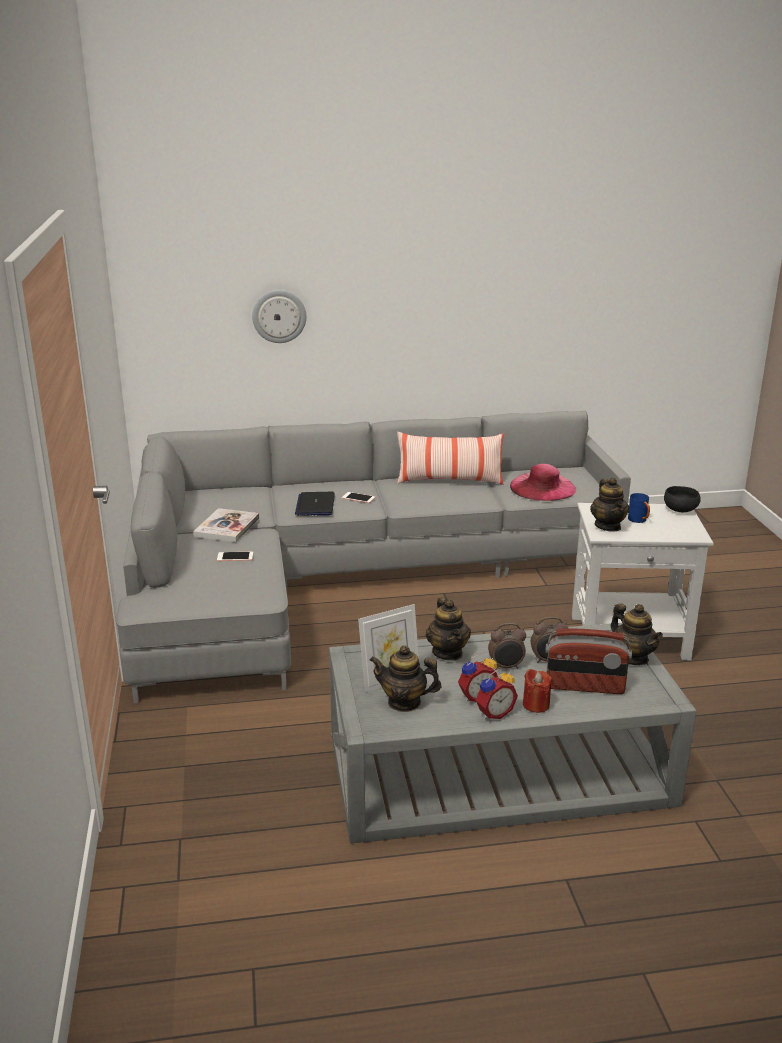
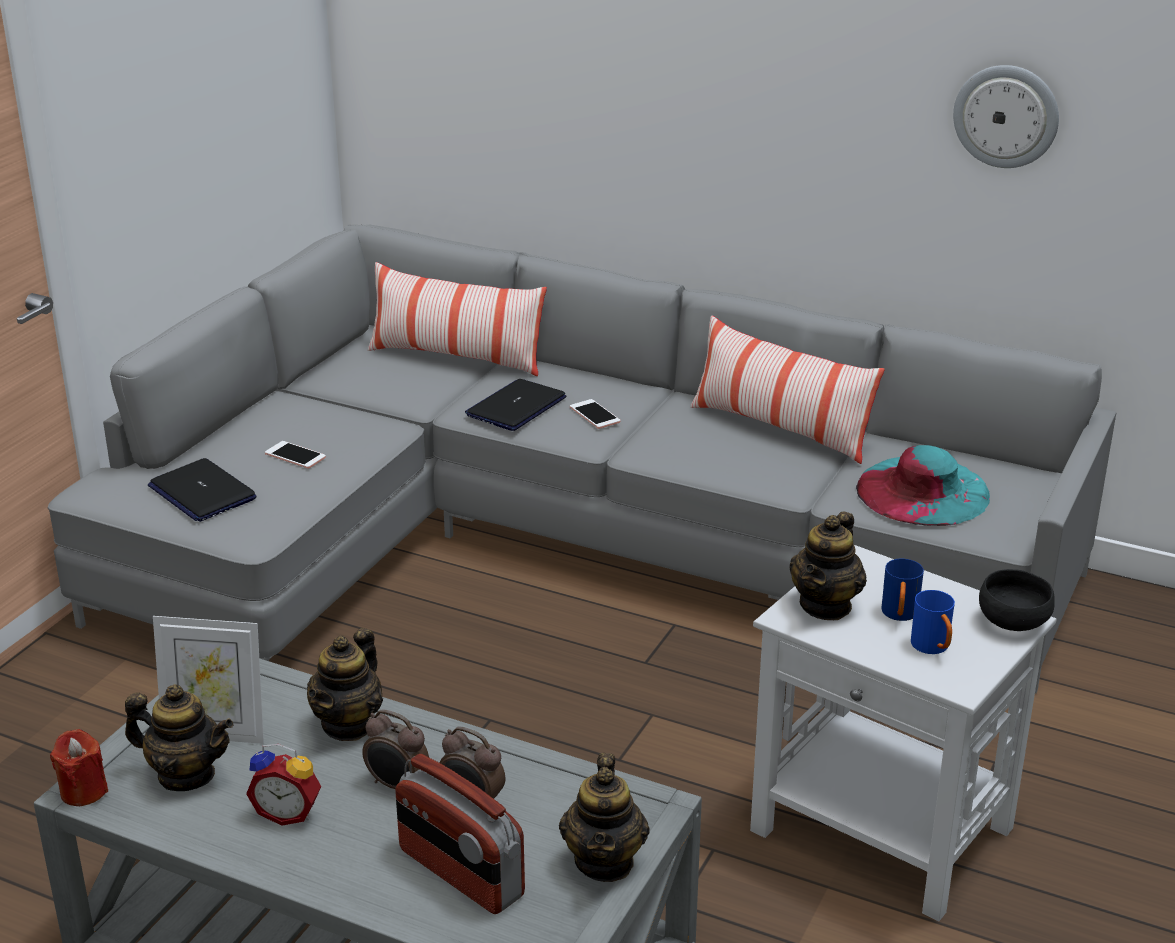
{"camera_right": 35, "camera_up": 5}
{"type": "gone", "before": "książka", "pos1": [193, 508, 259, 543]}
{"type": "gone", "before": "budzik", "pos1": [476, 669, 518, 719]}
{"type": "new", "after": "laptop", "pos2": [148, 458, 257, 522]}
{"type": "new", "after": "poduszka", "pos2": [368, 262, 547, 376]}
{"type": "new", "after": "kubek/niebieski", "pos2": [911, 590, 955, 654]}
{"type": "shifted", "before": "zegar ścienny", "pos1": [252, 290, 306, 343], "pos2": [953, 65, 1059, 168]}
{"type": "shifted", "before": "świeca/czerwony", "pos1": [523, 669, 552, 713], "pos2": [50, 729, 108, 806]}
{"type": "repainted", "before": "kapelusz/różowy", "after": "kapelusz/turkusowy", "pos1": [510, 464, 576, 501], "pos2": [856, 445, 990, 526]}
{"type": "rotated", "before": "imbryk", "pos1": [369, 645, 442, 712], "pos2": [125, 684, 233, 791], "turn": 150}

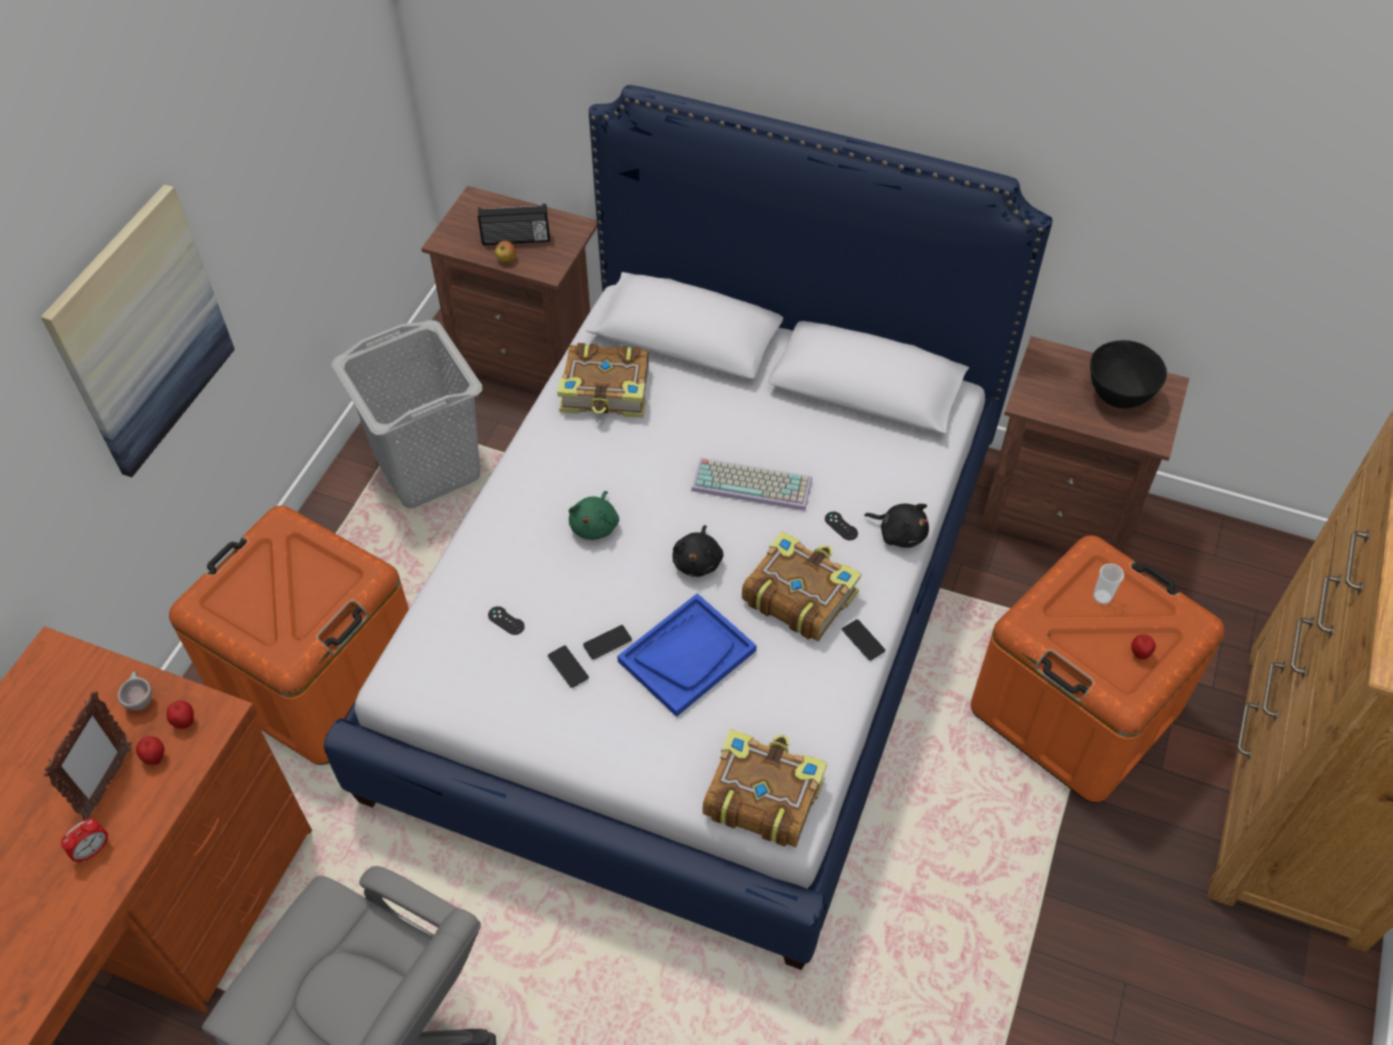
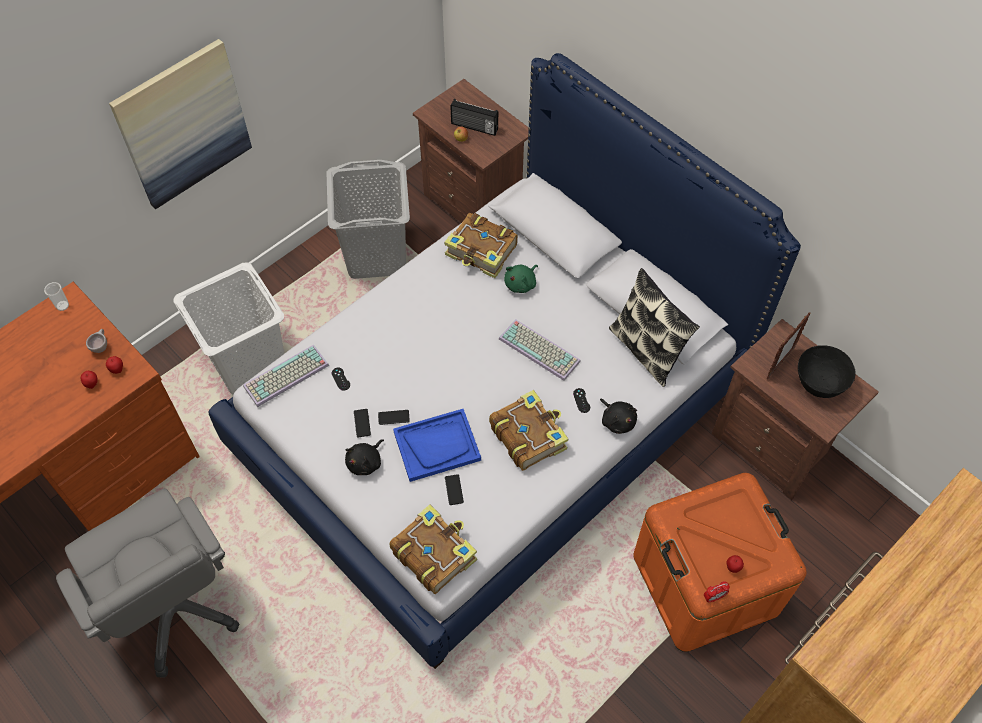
{"camera_right": 25, "camera_up": 5}
{"type": "new", "after": "klawiatura", "pos2": [243, 345, 329, 407]}
{"type": "new", "after": "poduszka", "pos2": [609, 268, 700, 387]}
{"type": "shifted", "before": "ramka na zdjęcie", "pos1": [44, 691, 132, 821], "pos2": [766, 312, 811, 379]}
{"type": "shifted", "before": "budzik", "pos1": [61, 818, 108, 863], "pos2": [704, 581, 730, 603]}
{"type": "shifted", "before": "pluszak/zielony", "pos1": [569, 491, 619, 540], "pos2": [504, 265, 538, 293]}
{"type": "shifted", "before": "pluszak/czarny", "pos1": [672, 525, 723, 577], "pos2": [345, 439, 384, 475]}
{"type": "shifted", "before": "telefon", "pos1": [842, 619, 885, 661], "pos2": [445, 474, 464, 505]}
{"type": "shifted", "before": "filiżanka", "pos1": [1093, 563, 1124, 604], "pos2": [44, 282, 69, 311]}
{"type": "swapped", "before": "pojemnik do przechowywania/pomarańczowy", "after": "kosz na pranie/biały", "pos1": [169, 506, 409, 765], "pos2": [173, 263, 284, 395]}

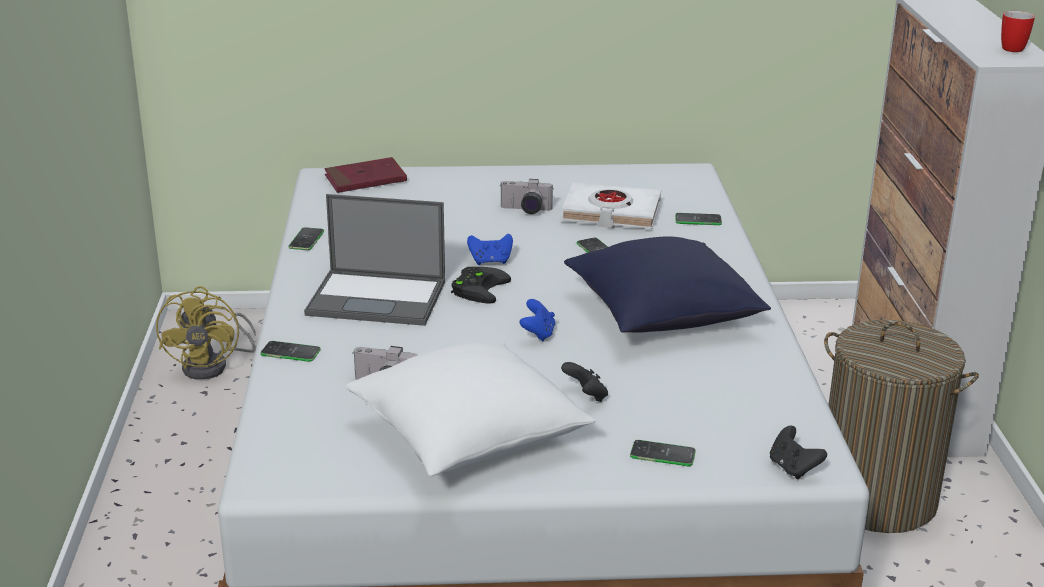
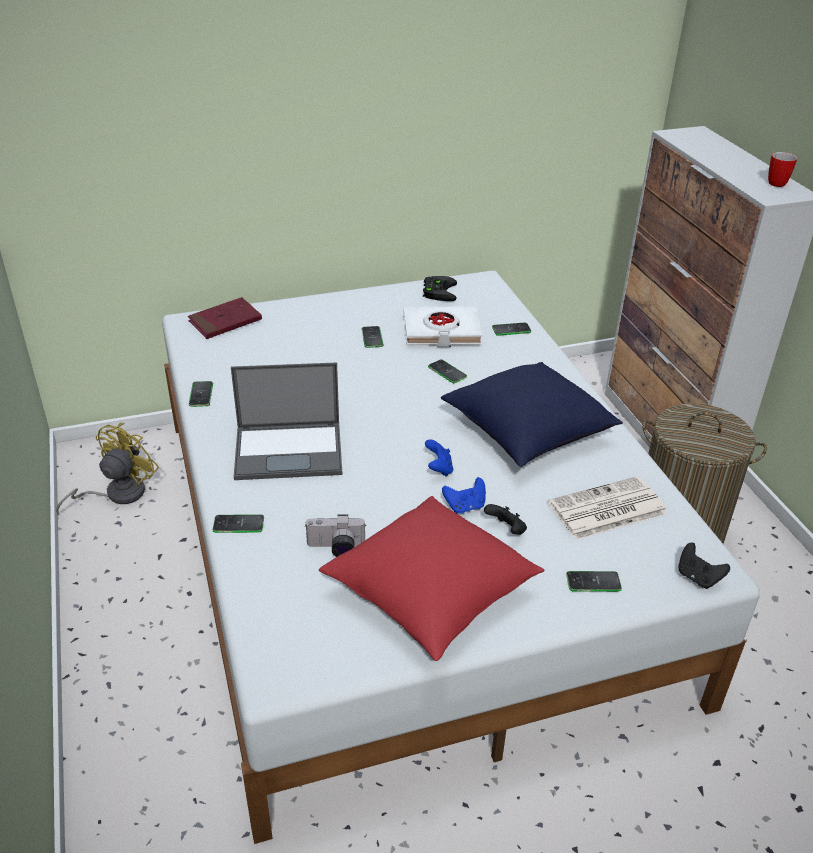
{"camera_right": -15, "camera_up": 10}
{"type": "new", "after": "gazeta", "pos2": [548, 476, 667, 540]}
{"type": "shifted", "before": "pad do gier/czarny", "pos1": [451, 267, 511, 304], "pos2": [423, 276, 457, 301]}
{"type": "shifted", "before": "pad do gier/niebieski", "pos1": [467, 234, 513, 265], "pos2": [442, 477, 486, 514]}
{"type": "swapped", "before": "aparat fotograficzny", "after": "telefon", "pos1": [500, 179, 554, 214], "pos2": [362, 326, 384, 348]}
{"type": "repainted", "before": "poduszka/biały", "after": "poduszka/czerwony", "pos1": [345, 342, 595, 476], "pos2": [319, 496, 544, 661]}
{"type": "rotated", "before": "wentylator/żółty", "pos1": [156, 286, 256, 380], "pos2": [56, 423, 159, 515], "turn": -135}

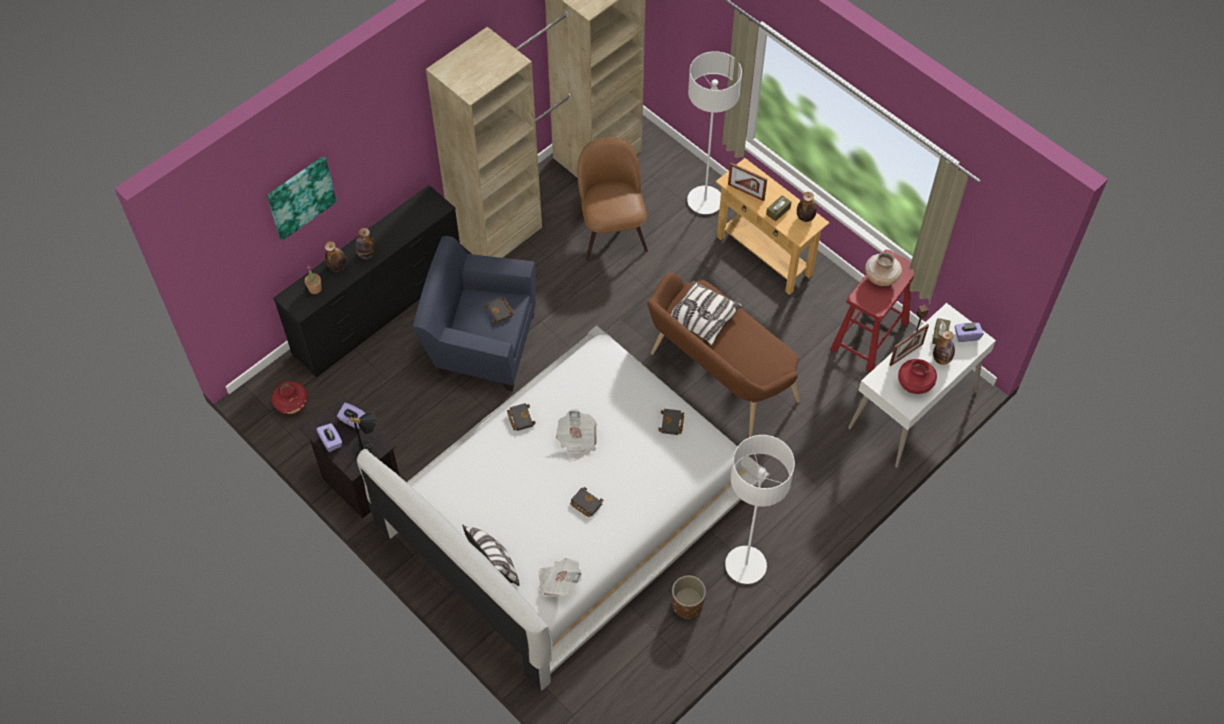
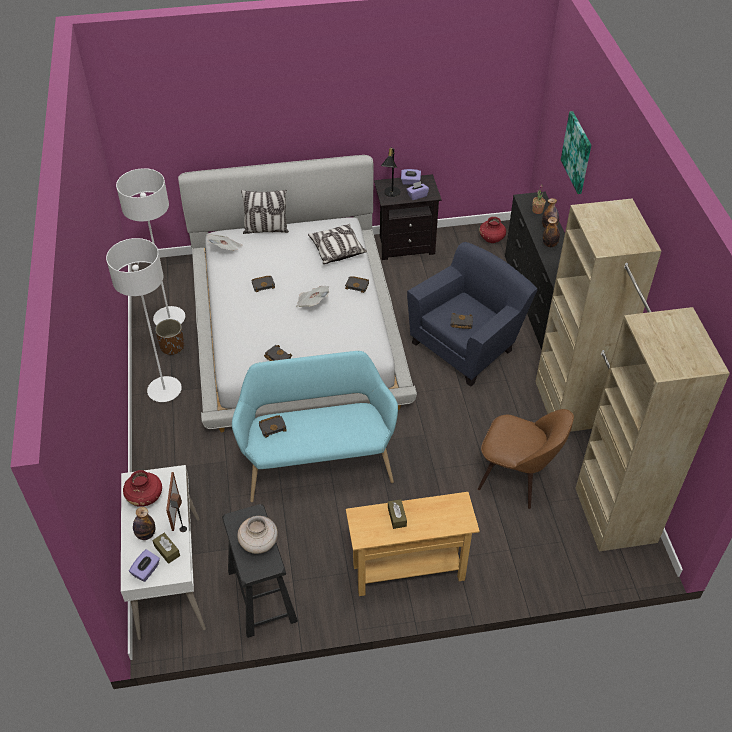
{"camera_right": 125, "camera_up": -10}
{"type": "gone", "before": "ramka na zdjęcie", "pos1": [728, 163, 767, 201]}
{"type": "gone", "before": "butelka", "pos1": [797, 192, 817, 222]}
{"type": "new", "after": "książka/czarny", "pos2": [259, 415, 287, 438]}
{"type": "shifted", "before": "poduszka", "pos1": [670, 281, 743, 346], "pos2": [308, 224, 367, 264]}
{"type": "shifted", "before": "lampa stojąca/biały", "pos1": [687, 51, 742, 214], "pos2": [116, 168, 185, 325]}
{"type": "repainted", "before": "ławka/brązowy", "after": "ławka/turkusowy", "pos1": [647, 272, 800, 437], "pos2": [232, 351, 398, 502]}
{"type": "repainted", "before": "stołek/czerwony", "after": "stołek/czarny", "pos1": [830, 250, 914, 372], "pos2": [222, 504, 298, 638]}

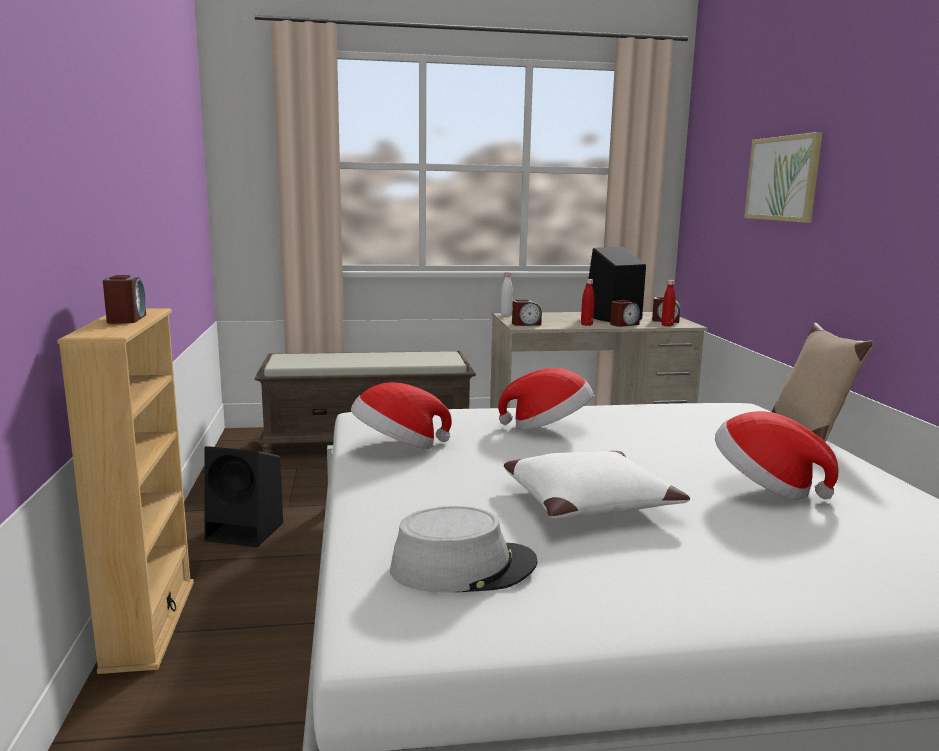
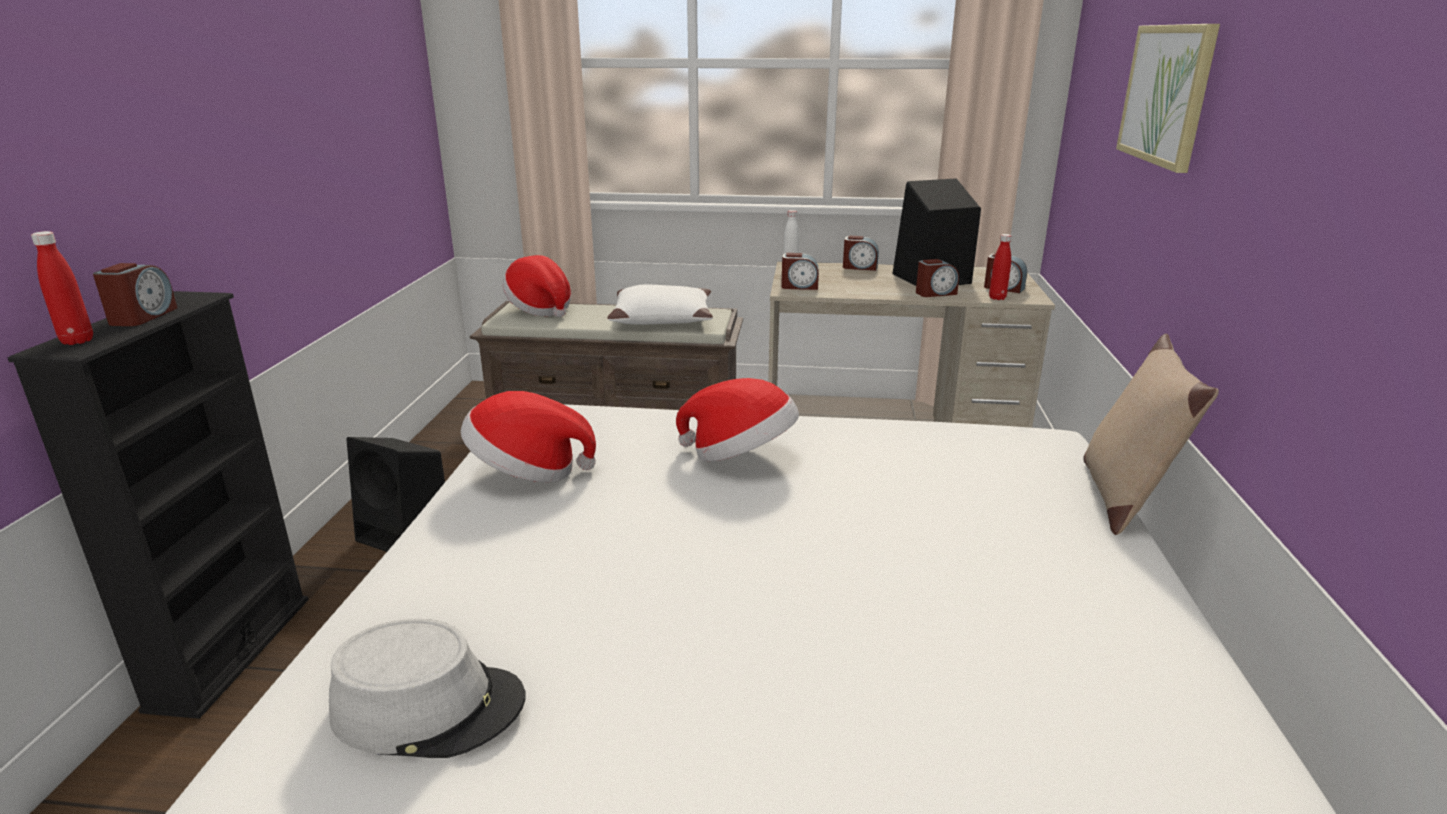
{"camera_right": 15, "camera_up": 10}
{"type": "new", "after": "budzik", "pos2": [843, 235, 879, 271]}
{"type": "shifted", "before": "poduszka/biały", "pos1": [504, 451, 690, 519], "pos2": [607, 285, 713, 324]}
{"type": "shifted", "before": "butelka/czerwony", "pos1": [581, 279, 594, 326], "pos2": [31, 231, 93, 345]}
{"type": "shifted", "before": "kapelusz", "pos1": [715, 411, 839, 499], "pos2": [502, 255, 571, 317]}
{"type": "repainted", "before": "regał/beżowy", "after": "regał/czarny", "pos1": [57, 308, 194, 674], "pos2": [8, 291, 308, 719]}

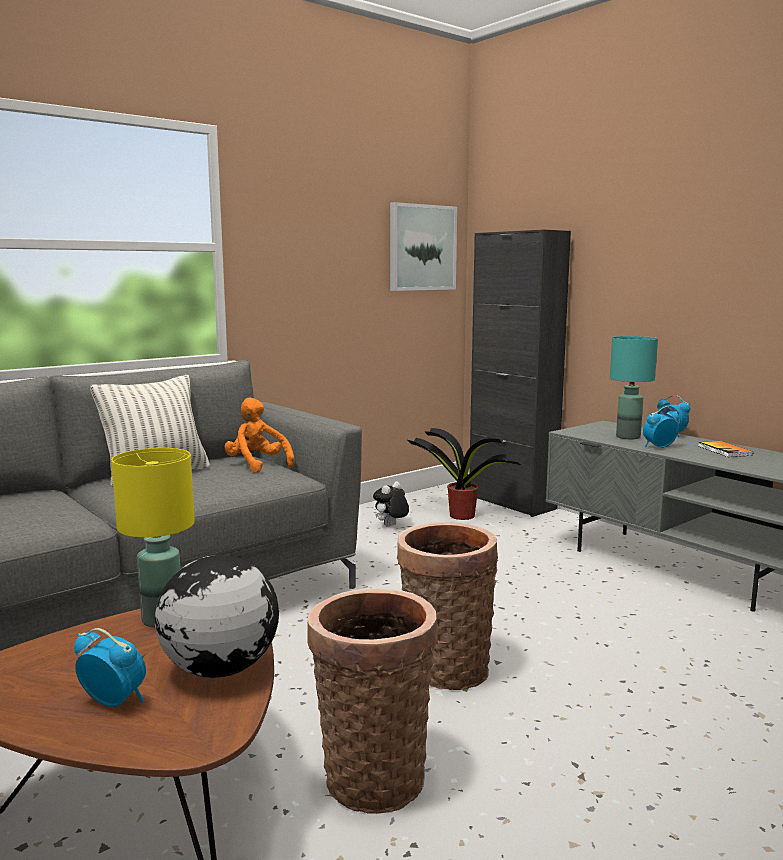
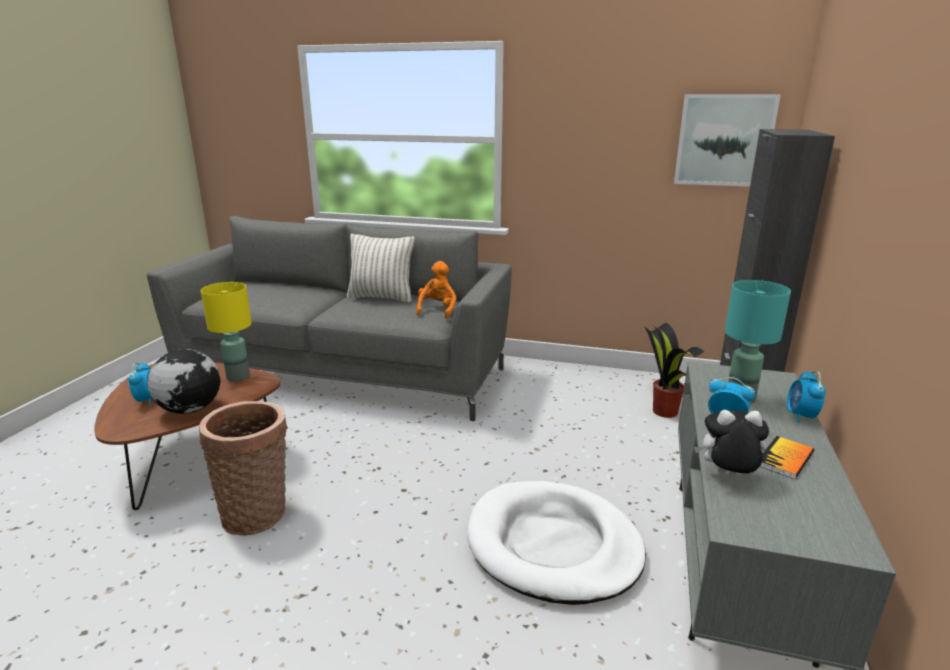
{"camera_right": 55, "camera_up": 10}
{"type": "gone", "before": "koszyk", "pos1": [397, 522, 498, 690]}
{"type": "new", "after": "legowisko/biały", "pos2": [467, 481, 646, 605]}
{"type": "shifted", "before": "pluszak", "pos1": [373, 482, 409, 527], "pos2": [694, 410, 769, 477]}

